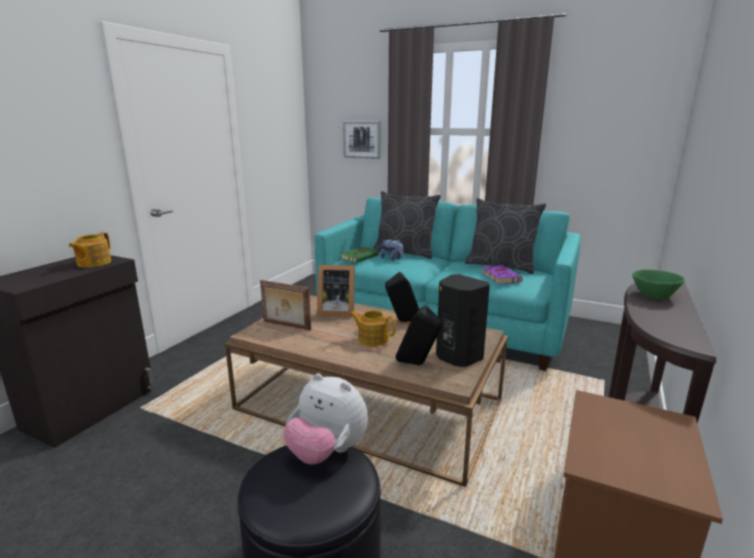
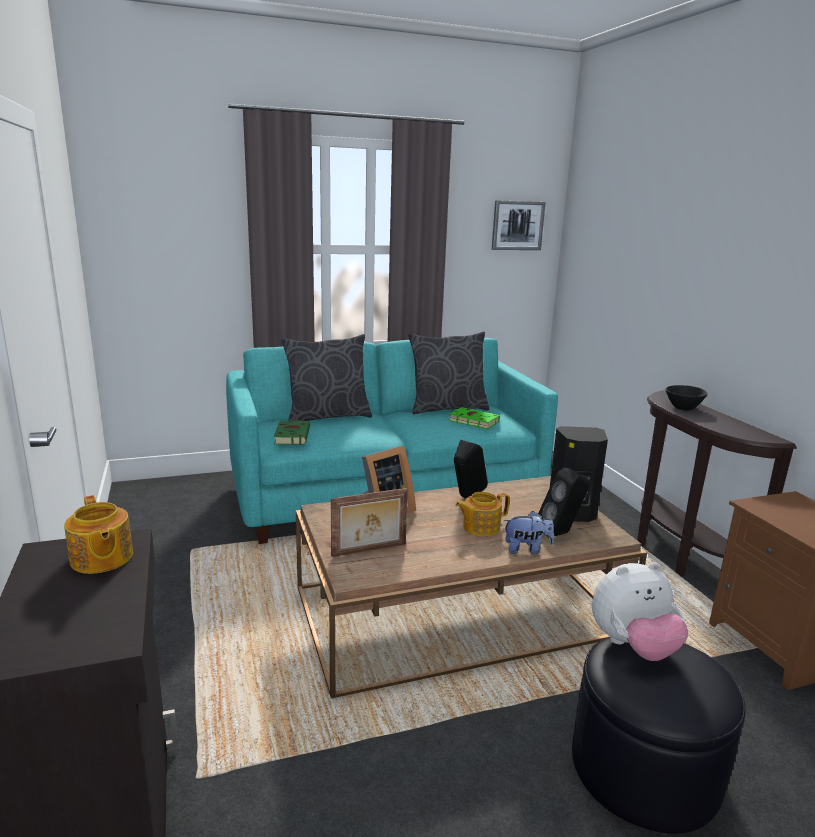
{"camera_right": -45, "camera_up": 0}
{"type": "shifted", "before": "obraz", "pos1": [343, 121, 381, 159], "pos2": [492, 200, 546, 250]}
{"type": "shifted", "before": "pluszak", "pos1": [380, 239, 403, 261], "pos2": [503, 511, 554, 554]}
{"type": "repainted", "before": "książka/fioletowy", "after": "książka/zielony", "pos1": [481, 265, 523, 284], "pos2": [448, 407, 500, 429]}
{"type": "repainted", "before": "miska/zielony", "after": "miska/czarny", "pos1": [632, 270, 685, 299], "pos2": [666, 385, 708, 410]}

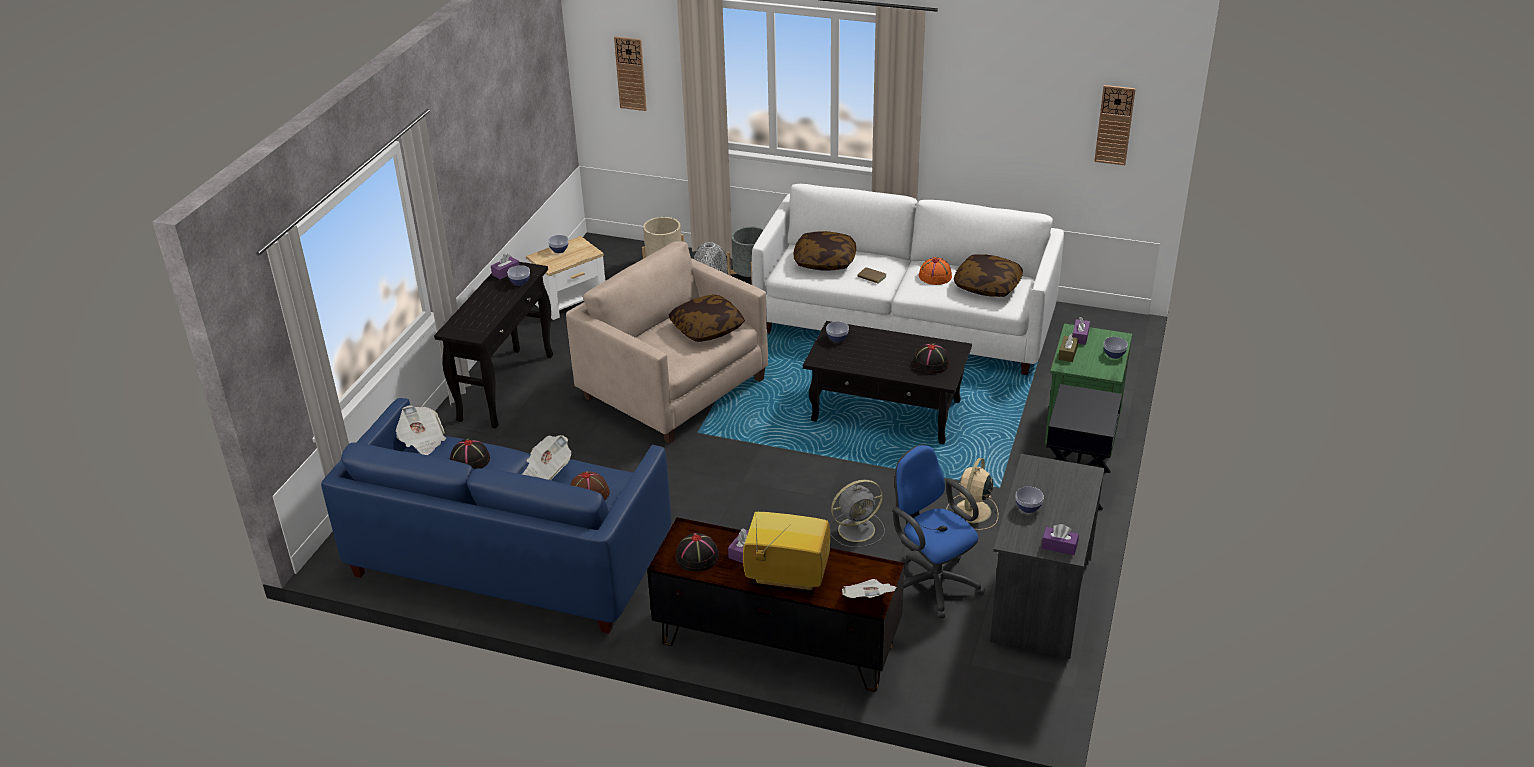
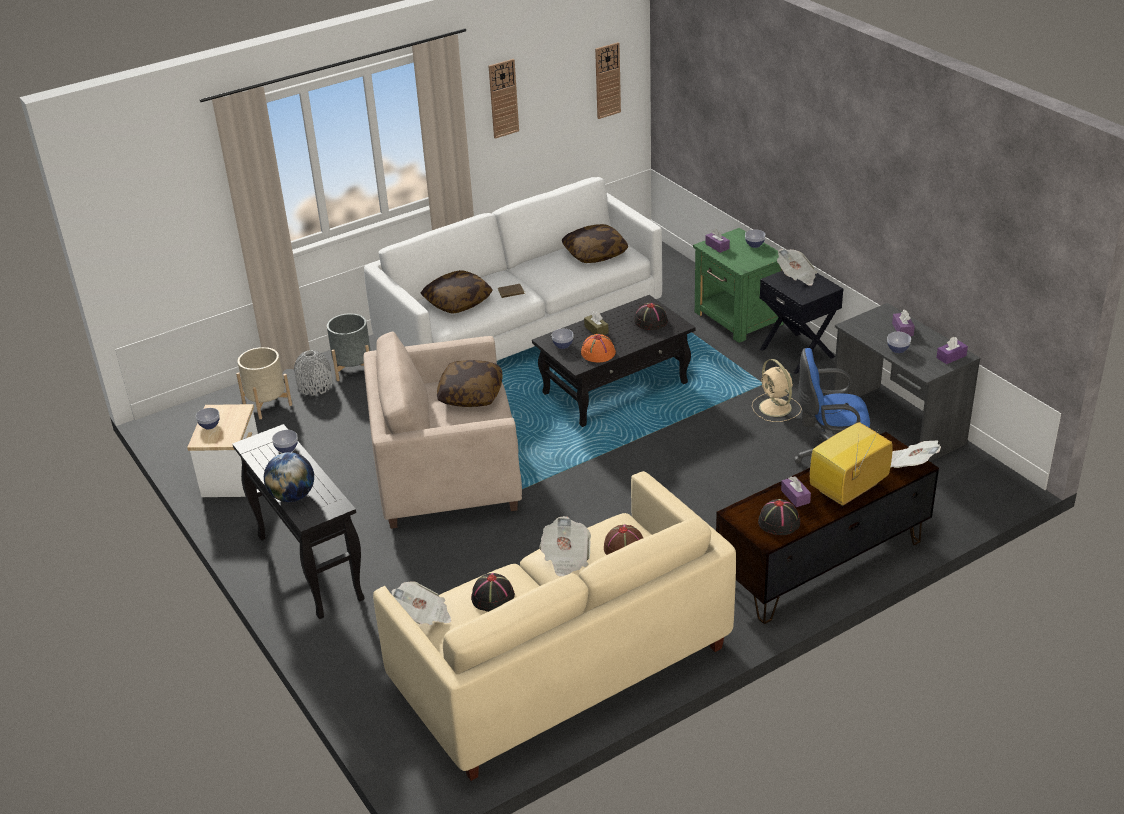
{"camera_right": -50, "camera_up": 0}
{"type": "gone", "before": "wentylator/szary", "pos1": [830, 480, 885, 547]}
{"type": "new", "after": "globus", "pos2": [264, 452, 314, 502]}
{"type": "new", "after": "gazeta", "pos2": [777, 249, 817, 286]}
{"type": "shifted", "before": "pudełko chusteczek/fioletowy", "pos1": [491, 254, 519, 279], "pos2": [892, 310, 915, 336]}
{"type": "shifted", "before": "zegar ścienny", "pos1": [614, 37, 647, 111], "pos2": [489, 59, 519, 139]}
{"type": "shifted", "before": "kapelusz/pomarańczowy", "pos1": [919, 257, 952, 285], "pos2": [581, 334, 616, 362]}
{"type": "shifted", "before": "pudełko chusteczek/brązowy", "pos1": [1058, 333, 1079, 362], "pos2": [584, 311, 609, 335]}
{"type": "repainted", "before": "kanapa/niebieski", "after": "kanapa/beżowy", "pos1": [321, 398, 672, 634], "pos2": [373, 471, 736, 781]}

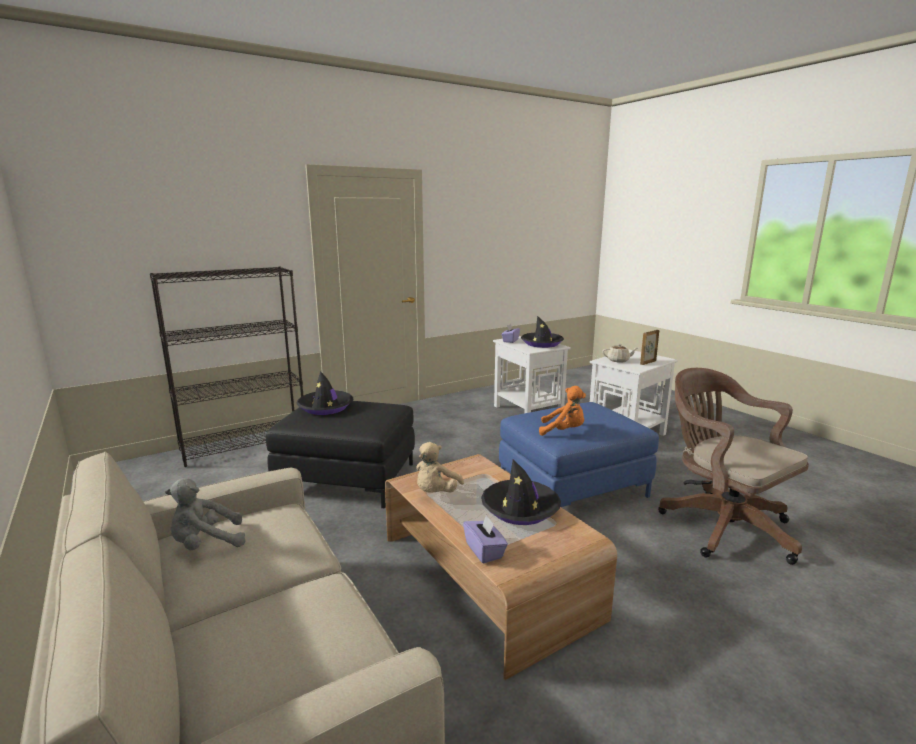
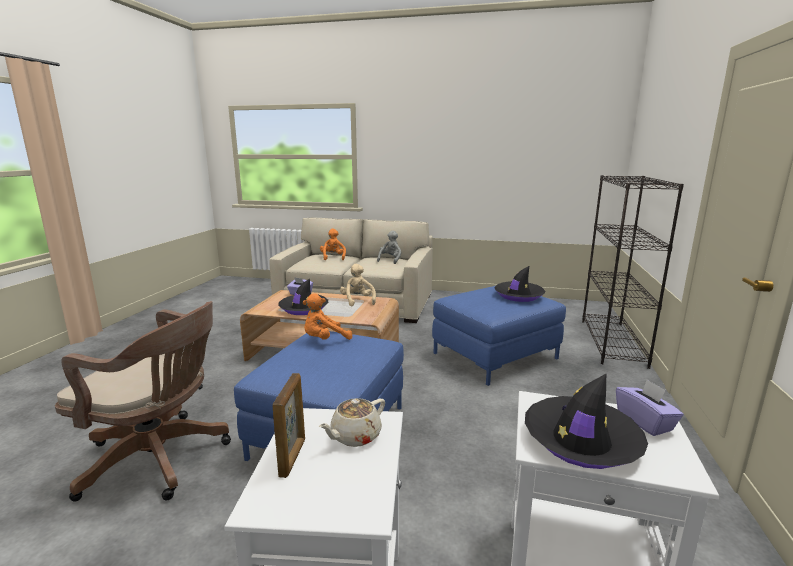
{"camera_right": 135, "camera_up": 0}
{"type": "new", "after": "pluszak/pomarańczowy", "pos2": [320, 229, 346, 260]}
{"type": "repainted", "before": "pufa/czarny", "after": "pufa/niebieski", "pos1": [266, 401, 415, 509], "pos2": [432, 286, 566, 386]}

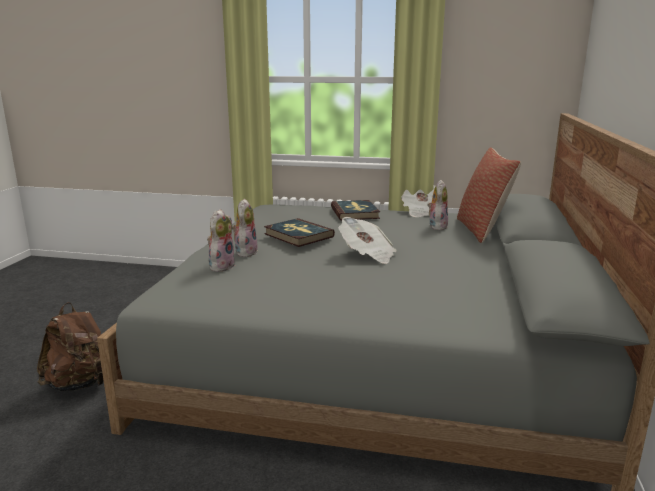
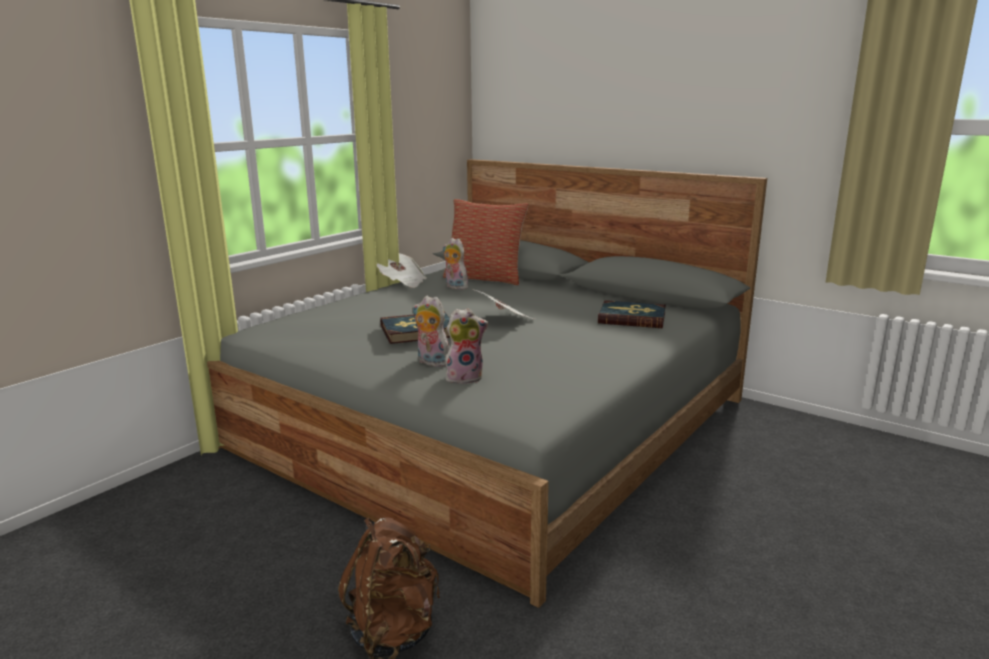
{"camera_right": -65, "camera_up": 0}
{"type": "shifted", "before": "książka", "pos1": [331, 200, 380, 220], "pos2": [598, 300, 666, 328]}
{"type": "rotated", "before": "pluszak", "pos1": [207, 209, 235, 272], "pos2": [445, 308, 489, 384], "turn": 120}

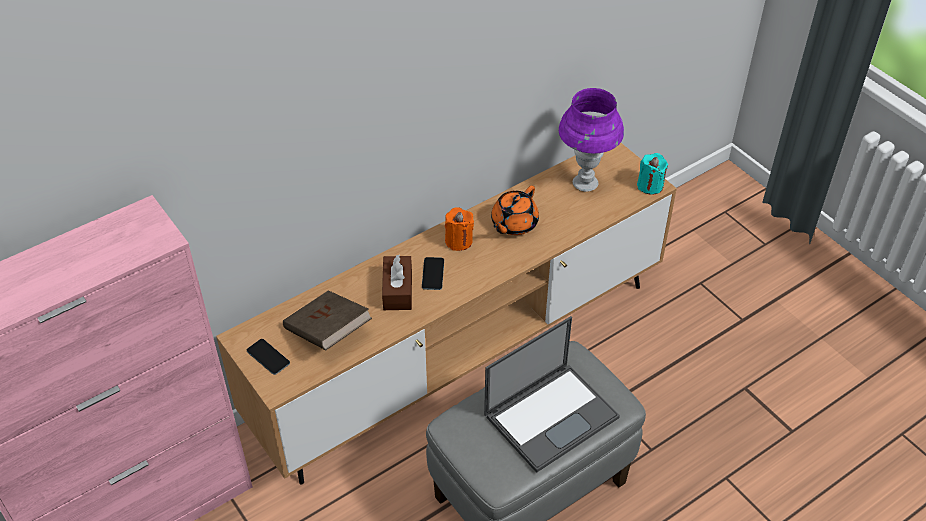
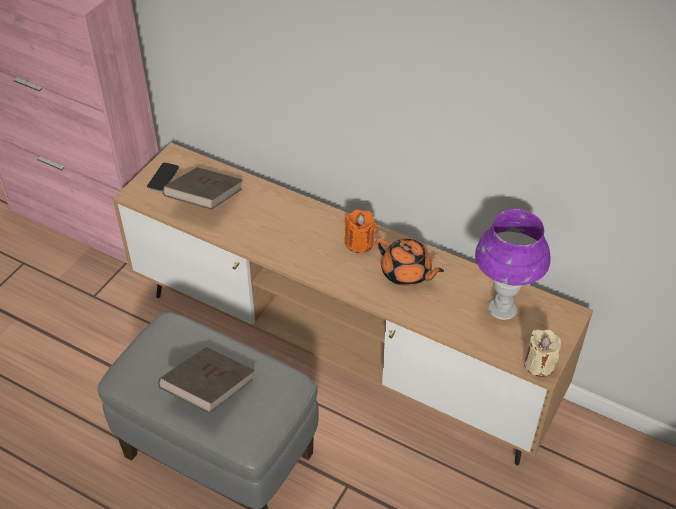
{"camera_right": 65, "camera_up": 0}
{"type": "gone", "before": "pudełko chusteczek/brązowy", "pos1": [382, 255, 412, 310]}
{"type": "gone", "before": "telefon", "pos1": [422, 257, 444, 290]}
{"type": "swapped", "before": "laptop", "after": "książka/brązowy", "pos1": [484, 316, 620, 473], "pos2": [158, 347, 255, 413]}
{"type": "repainted", "before": "świeca/turkusowy", "after": "świeca/beżowy", "pos1": [637, 153, 668, 195], "pos2": [524, 329, 561, 377]}
{"type": "rotated", "before": "imbryk/pomarańczowy", "pos1": [491, 186, 539, 235], "pos2": [375, 238, 444, 286], "turn": -150}

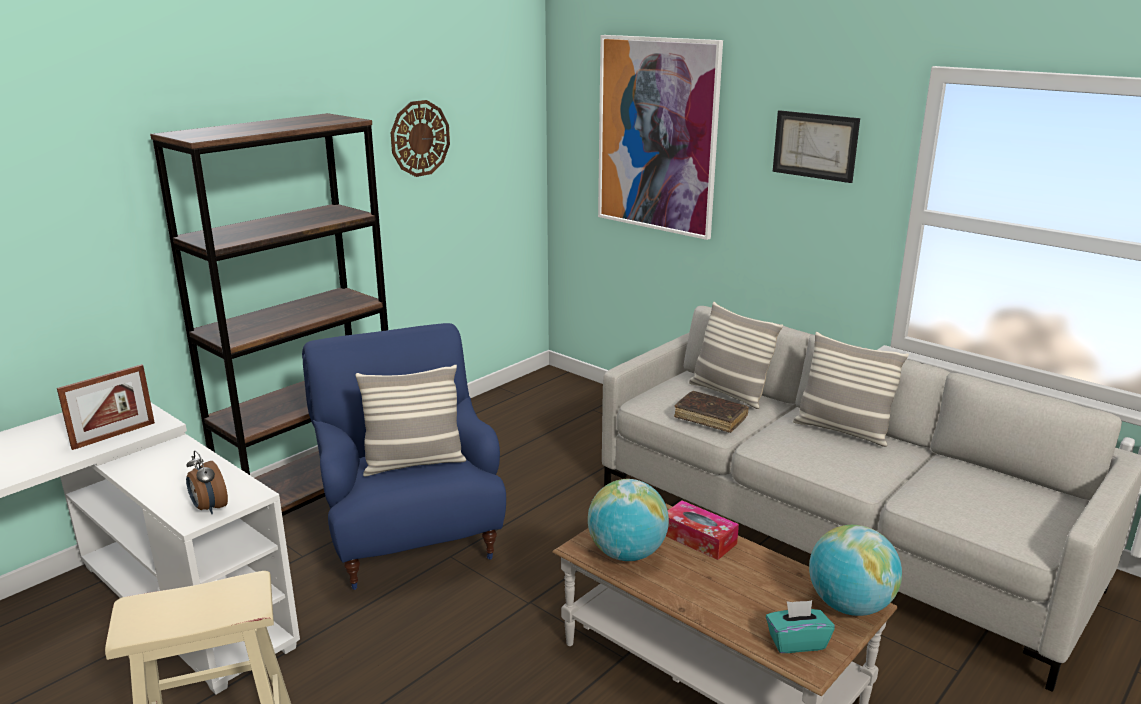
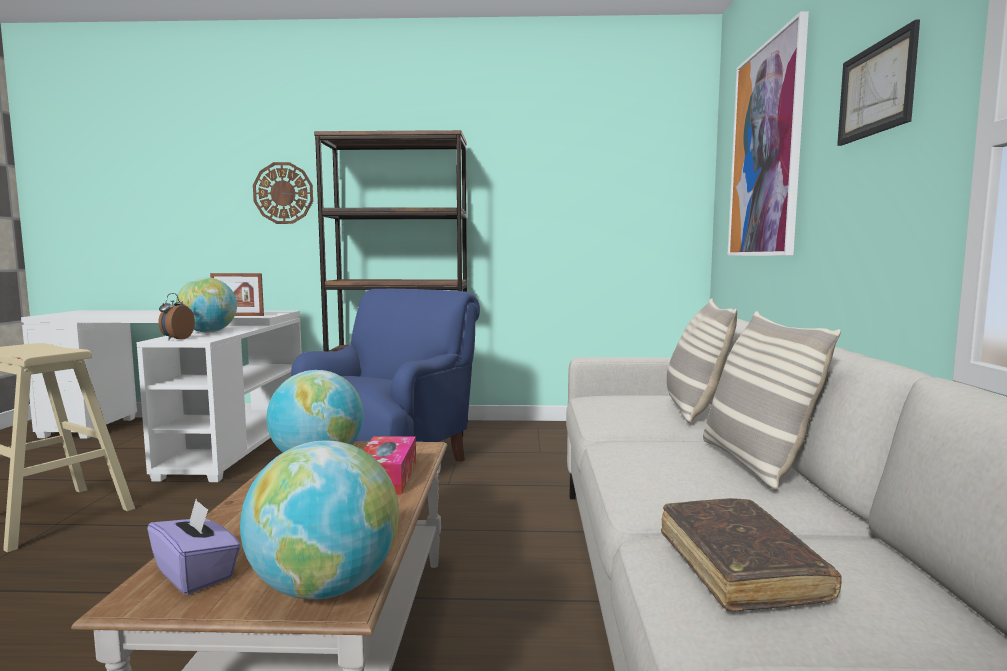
{"camera_right": 50, "camera_up": -15}
{"type": "gone", "before": "poduszka", "pos1": [355, 365, 466, 476]}
{"type": "new", "after": "globus", "pos2": [176, 277, 237, 333]}
{"type": "shifted", "before": "zegar ścienny", "pos1": [391, 100, 450, 177], "pos2": [253, 162, 313, 224]}
{"type": "shifted", "before": "książka/brązowy", "pos1": [674, 391, 749, 433], "pos2": [661, 498, 842, 612]}
{"type": "repainted", "before": "pudełko chusteczek/turkusowy", "after": "pudełko chusteczek/fioletowy", "pos1": [766, 600, 835, 653], "pos2": [147, 499, 241, 595]}

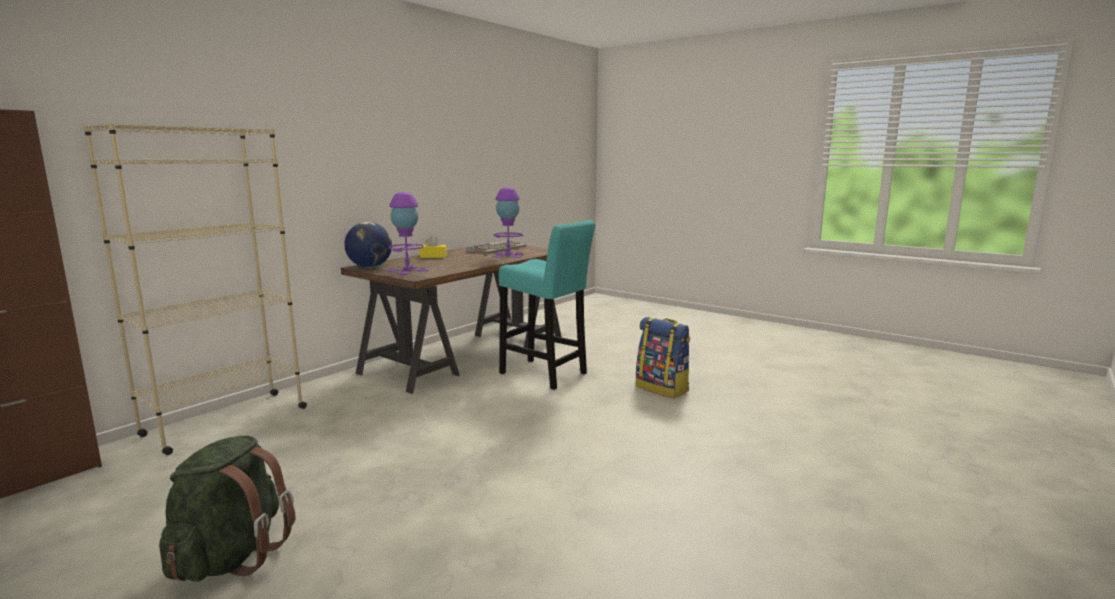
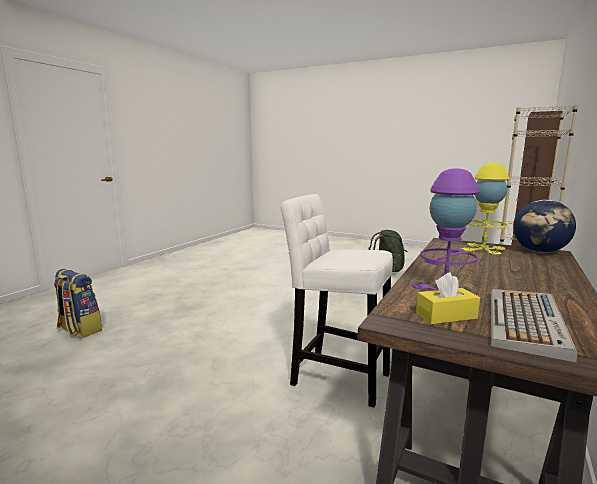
{"camera_right": 170, "camera_up": 0}
{"type": "shifted", "before": "pudełko chusteczek/żółty", "pos1": [419, 235, 447, 258], "pos2": [416, 273, 480, 324]}
{"type": "shifted", "before": "plecak", "pos1": [636, 317, 691, 398], "pos2": [53, 269, 102, 338]}
{"type": "repainted", "before": "lampa stołowa/fioletowy", "after": "lampa stołowa/żółty", "pos1": [387, 192, 429, 275], "pos2": [462, 163, 509, 255]}
{"type": "repainted", "before": "stołek/turkusowy", "after": "stołek/biały", "pos1": [499, 220, 595, 390], "pos2": [280, 194, 393, 408]}

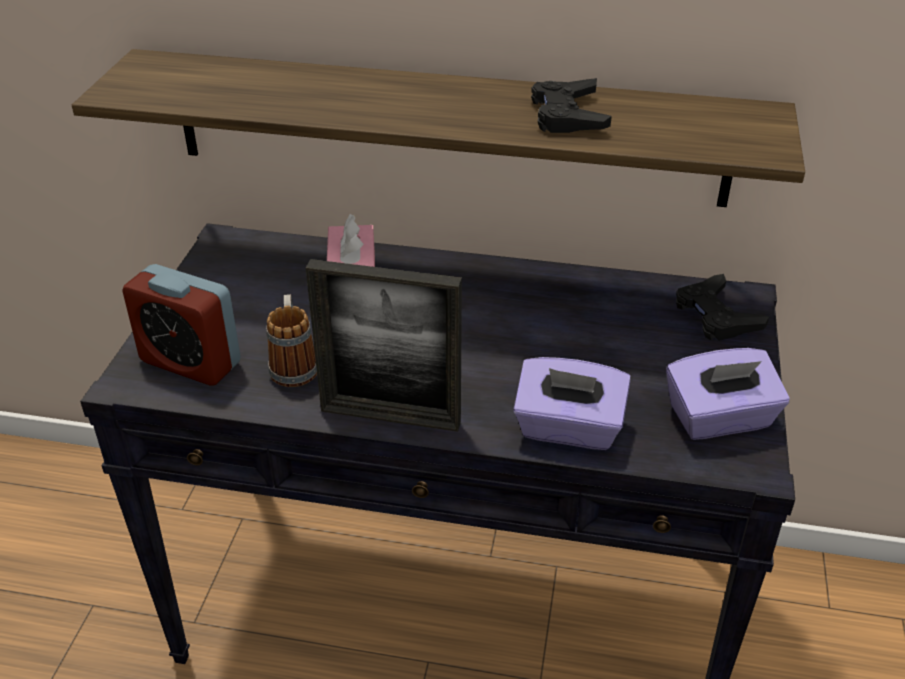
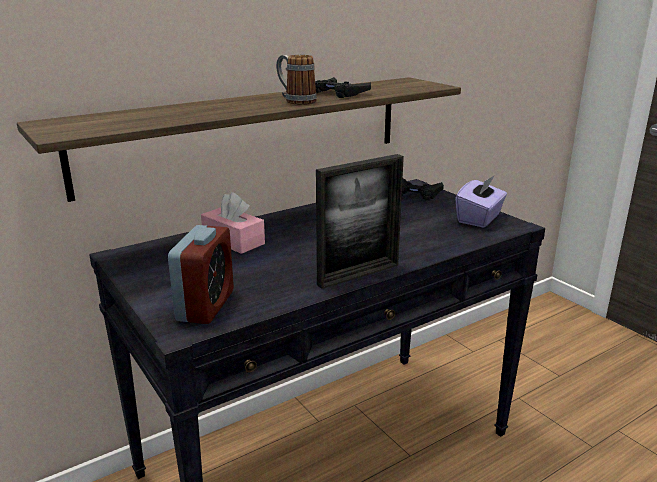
{"camera_right": -45, "camera_up": -15}
{"type": "gone", "before": "pudełko chusteczek/fioletowy", "pos1": [513, 357, 631, 450]}
{"type": "shifted", "before": "kubek", "pos1": [266, 294, 317, 387], "pos2": [276, 55, 317, 105]}
{"type": "rotated", "before": "budzik", "pos1": [122, 264, 241, 386], "pos2": [168, 225, 234, 324], "turn": -60}

